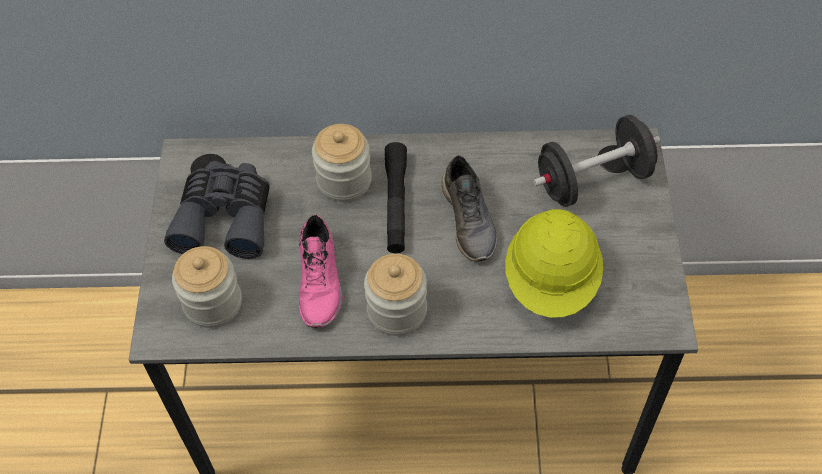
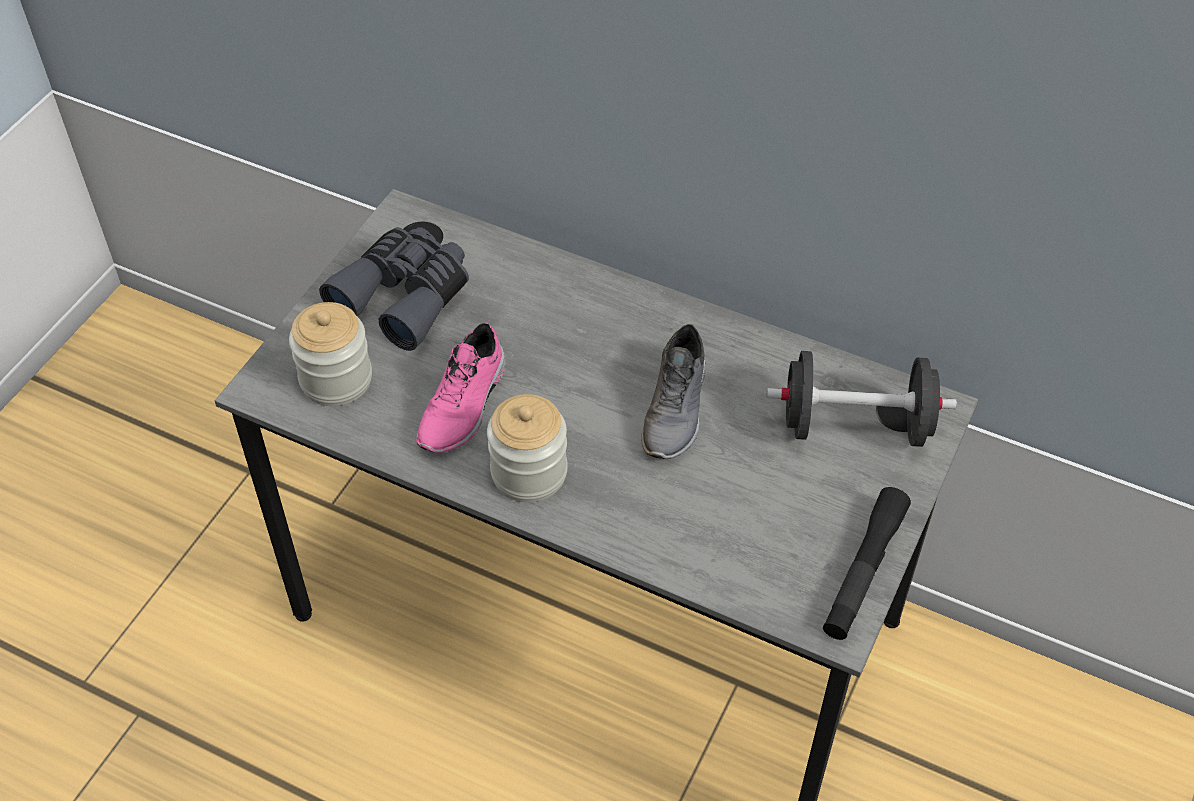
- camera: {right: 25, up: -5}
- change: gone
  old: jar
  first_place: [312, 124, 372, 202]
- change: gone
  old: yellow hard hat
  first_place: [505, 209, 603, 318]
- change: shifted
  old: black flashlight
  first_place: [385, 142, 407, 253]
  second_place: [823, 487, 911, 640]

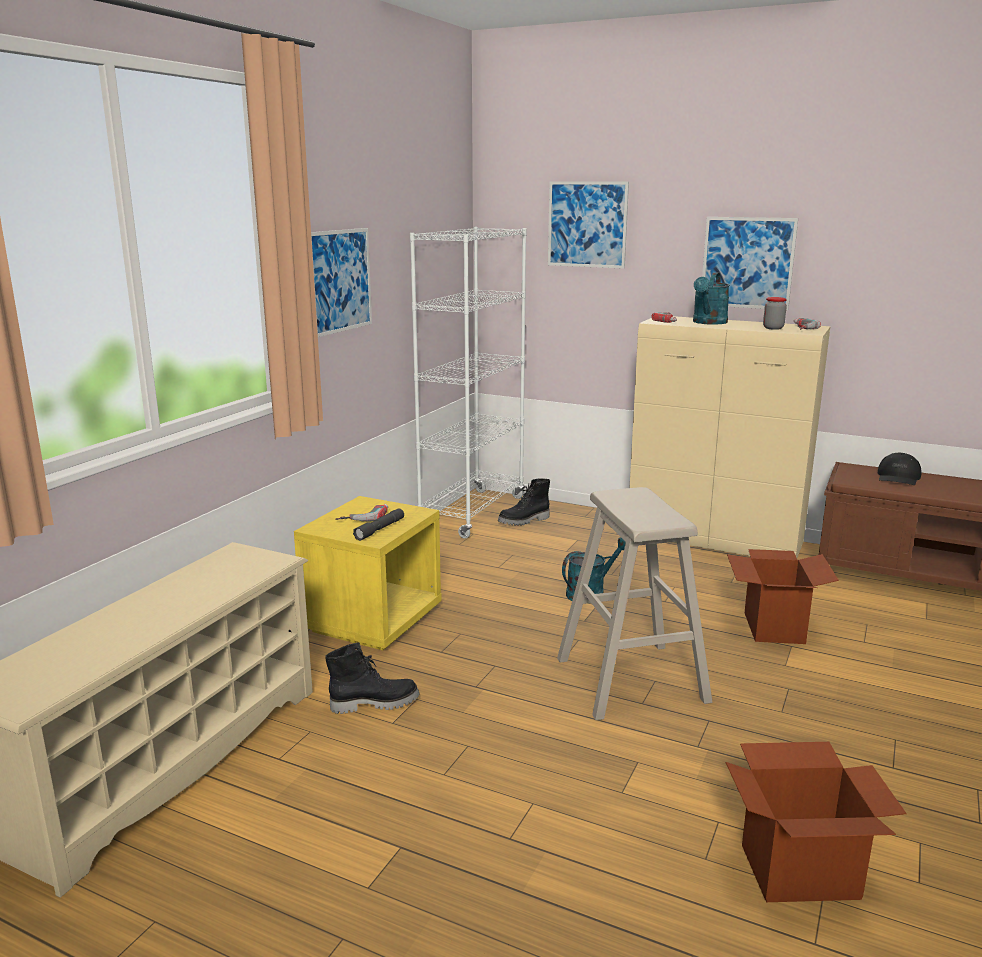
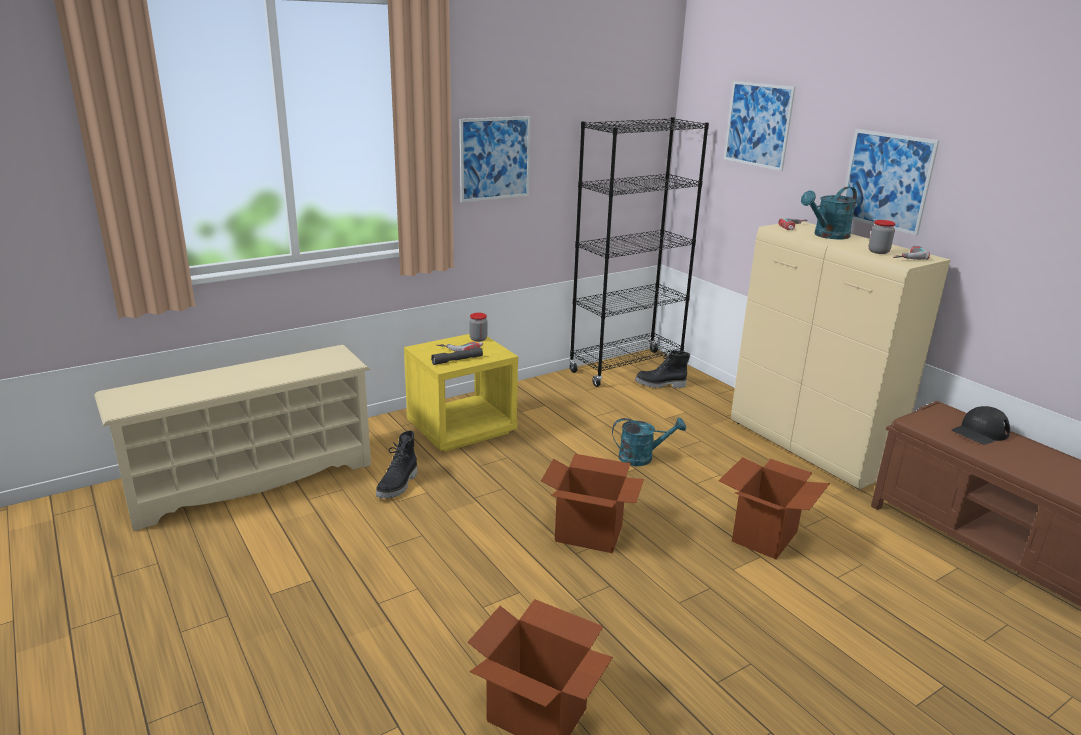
- camera: {right: 30, up: 5}
- change: new
  new: jar
  second_place: [469, 313, 487, 342]
- change: swapped
  old: beige stool
  new: cardboard box
  first_place: [557, 487, 712, 720]
  second_place: [541, 454, 644, 553]
- change: repainted
  old: white bookcase
  new: black bookcase
  first_place: [410, 227, 527, 539]
  second_place: [569, 117, 709, 387]
- change: rotated
  old: black boot
  first_place: [325, 643, 419, 714]
  second_place: [376, 430, 417, 499]
  degrees: 90

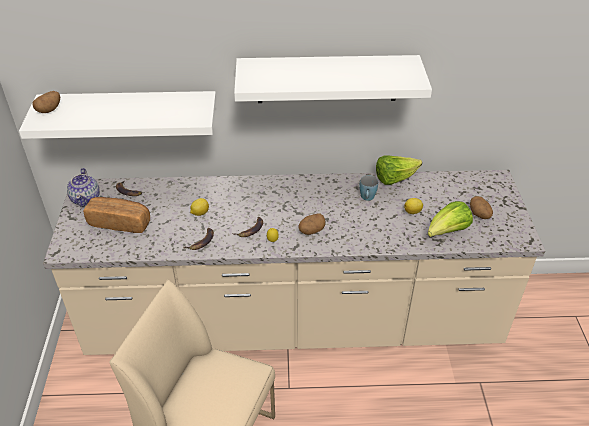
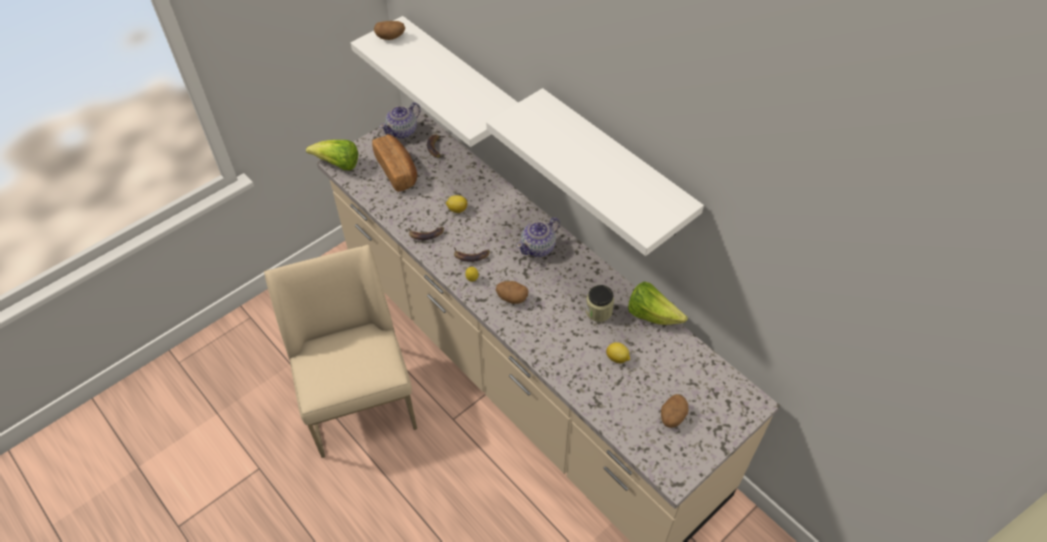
- camera: {right: 50, up: 10}
- change: new
  new: teapot
  second_place: [516, 217, 560, 257]
- change: shifted
  old: lettuce
  first_place: [428, 201, 473, 237]
  second_place: [306, 140, 359, 170]
- change: swapped
  old: blue mug
  new: jar
  first_place: [360, 175, 378, 201]
  second_place: [585, 285, 614, 322]

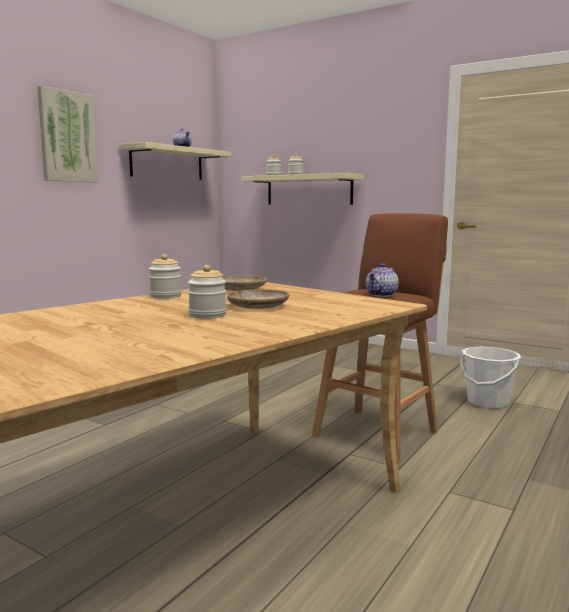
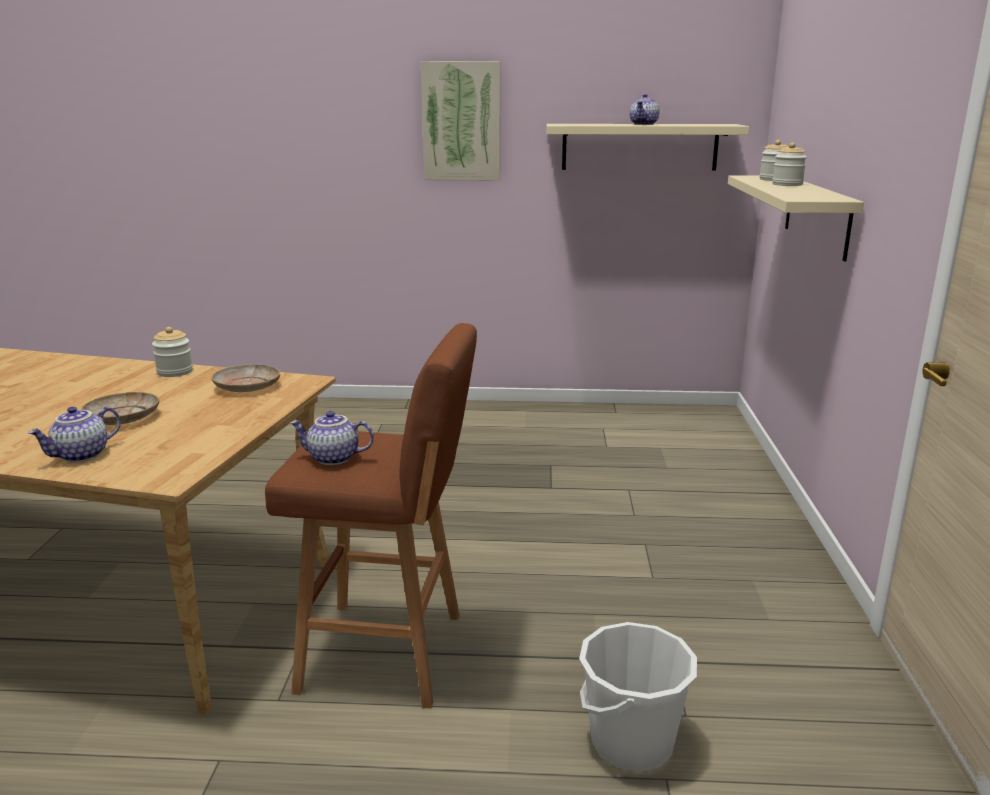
- camera: {right: 60, up: 10}
- change: gone
  old: jar
  first_place: [188, 265, 227, 319]
- change: new
  new: teapot
  second_place: [28, 407, 121, 462]

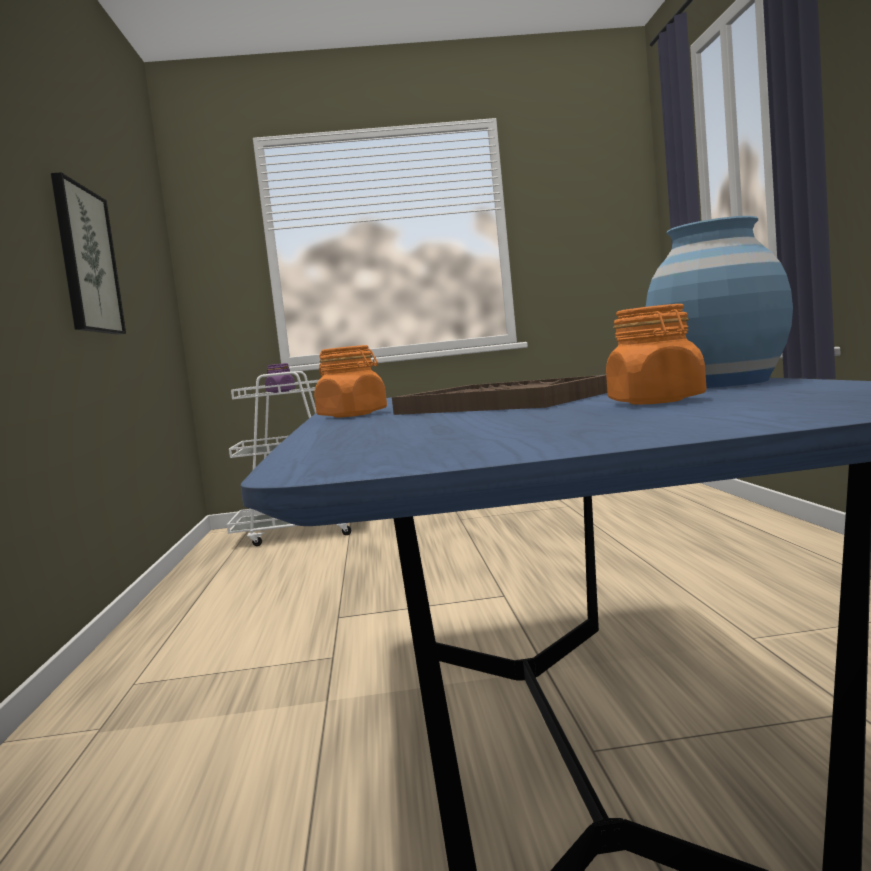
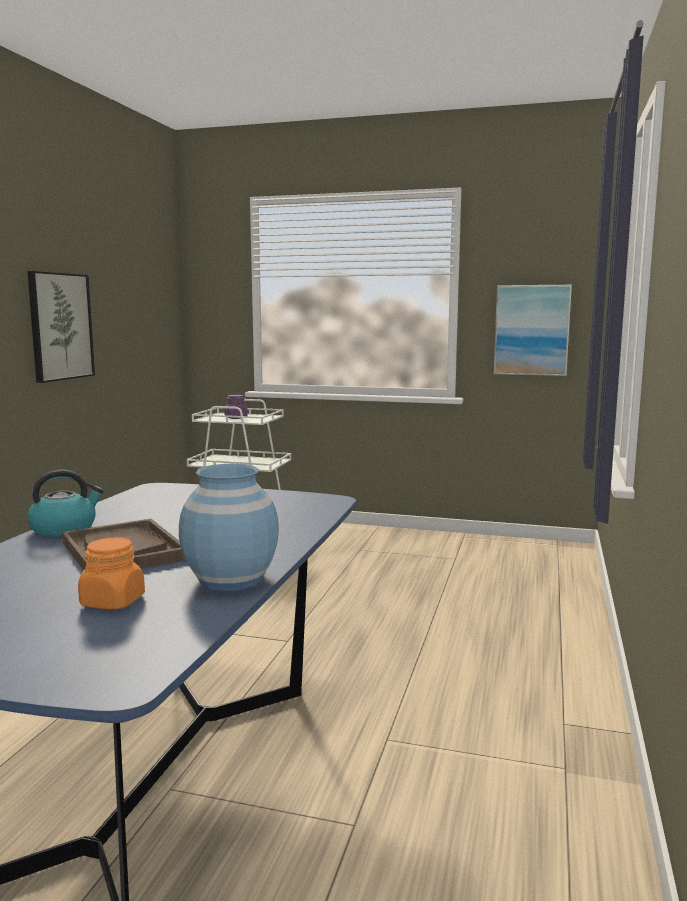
- camera: {right: 20, up: 5}
- change: new
  new: picture
  second_place: [494, 285, 572, 376]
- change: swapped
  old: orange jar
  new: kettle
  first_place: [314, 345, 387, 418]
  second_place: [27, 470, 104, 537]

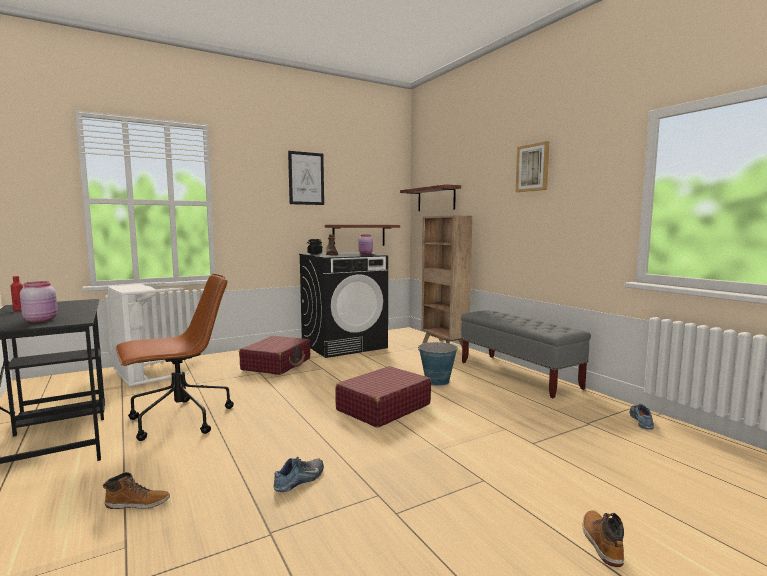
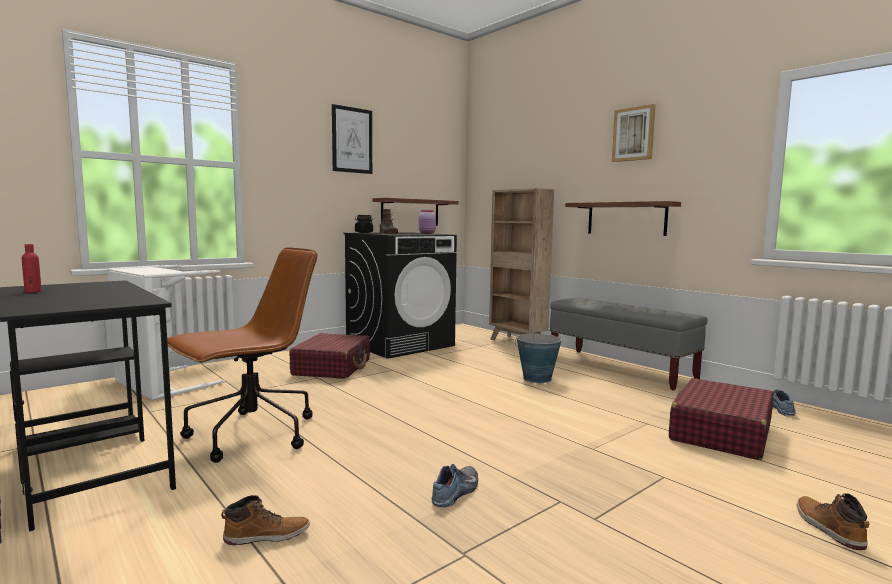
- camera: {right: -10, up: 0}
- change: gone
  old: pink jar
  first_place: [20, 281, 58, 322]
- change: shifted
  old: red suitcase
  first_place: [335, 366, 431, 428]
  second_place: [669, 378, 773, 460]
- change: shifted
  old: shelf
  first_place: [400, 184, 461, 211]
  second_place: [565, 201, 681, 236]

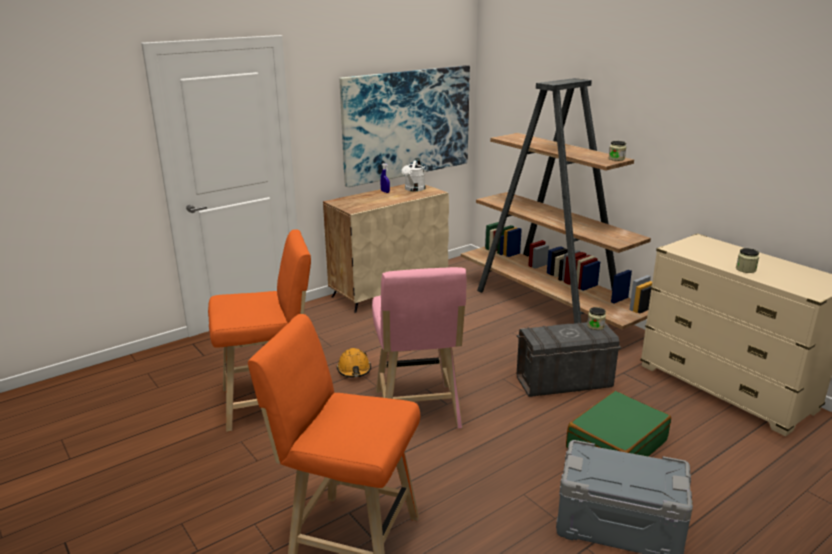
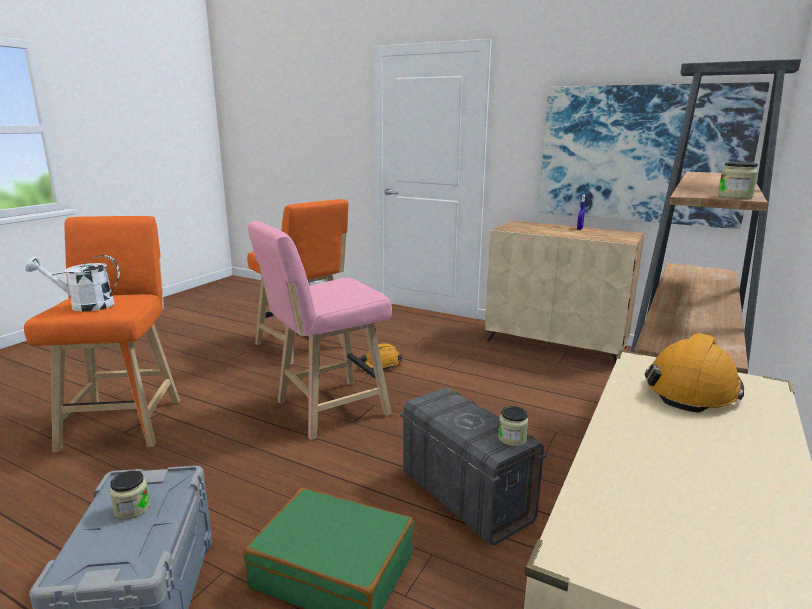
- camera: {right: 65, up: -5}
- change: new
  new: orange hard hat
  second_place: [645, 333, 744, 413]
- change: shifted
  old: white watering can
  first_place: [402, 158, 425, 191]
  second_place: [25, 255, 120, 312]
- change: shifted
  old: jar
  first_place: [736, 248, 759, 273]
  second_place: [110, 471, 150, 520]

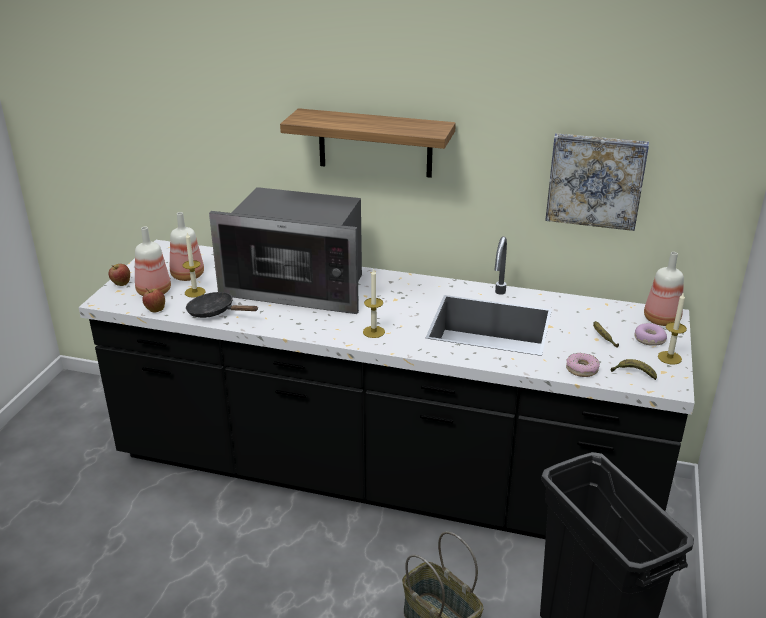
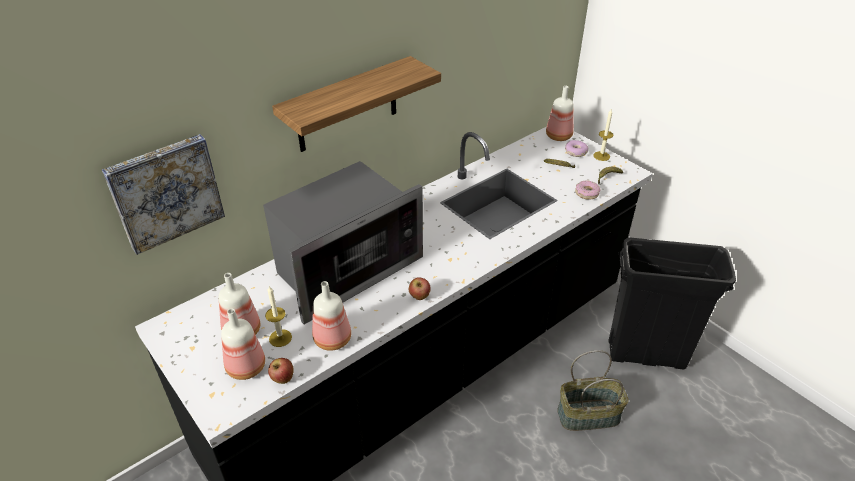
- camera: {right: -55, up: 10}
- change: gone
  old: candle
  first_place: [363, 268, 385, 338]
- change: shifted
  old: apple
  first_place: [109, 264, 130, 286]
  second_place: [409, 277, 431, 300]
- change: shifted
  old: picture
  first_place: [545, 133, 649, 231]
  second_place: [102, 134, 225, 255]
- change: swapped
  old: black frying pan
  new: bottle
  first_place: [186, 292, 258, 318]
  second_place: [312, 281, 351, 351]

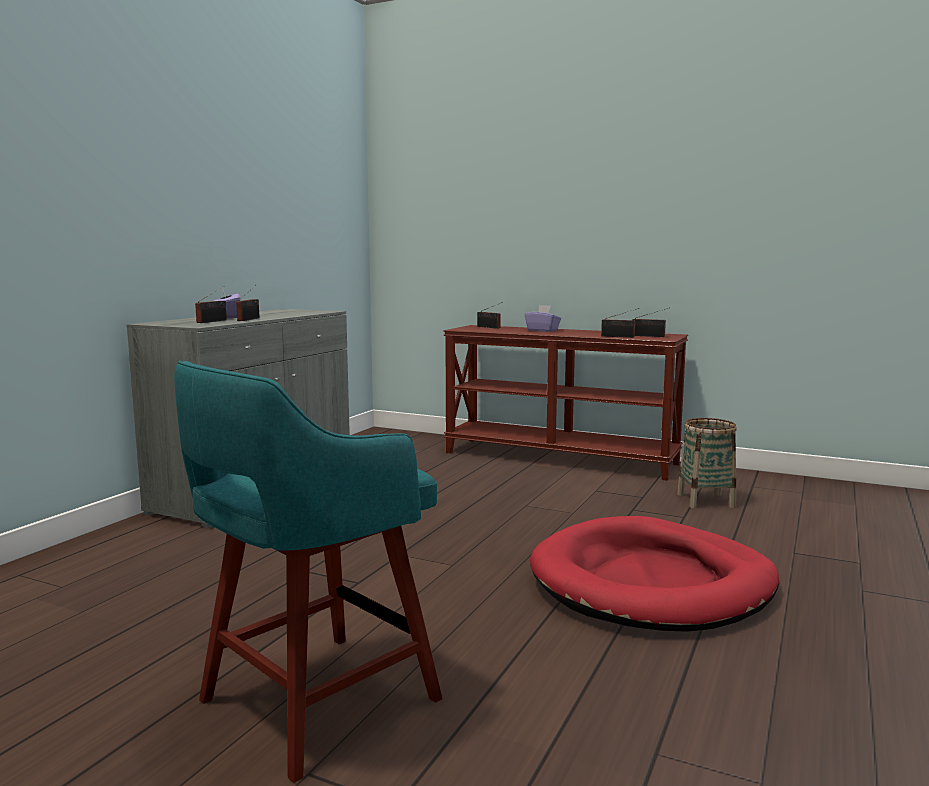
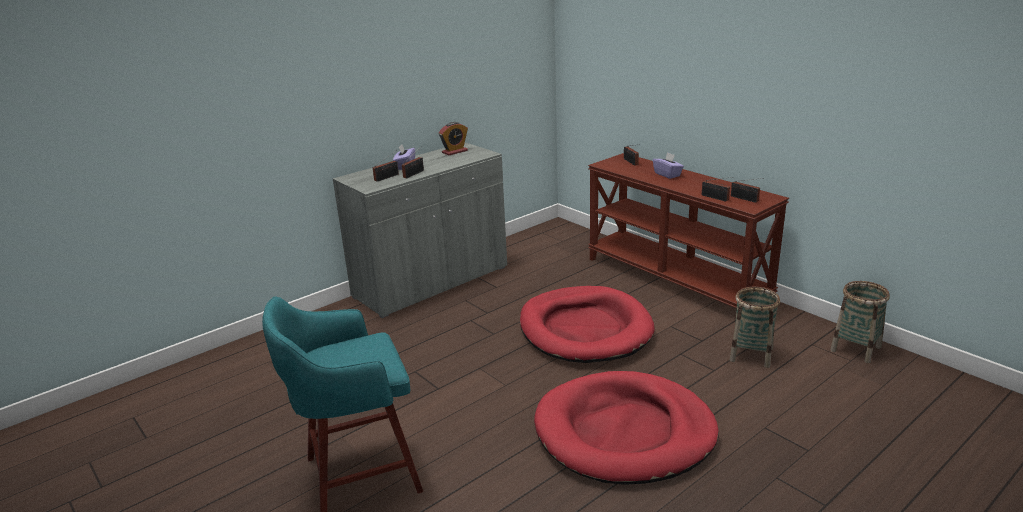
- camera: {right: 25, up: 15}
- change: new
  new: alarm clock
  second_place: [439, 122, 468, 155]
- change: new
  new: red dog bed
  second_place: [520, 286, 655, 363]
- change: new
  new: basket
  second_place: [830, 281, 890, 363]

